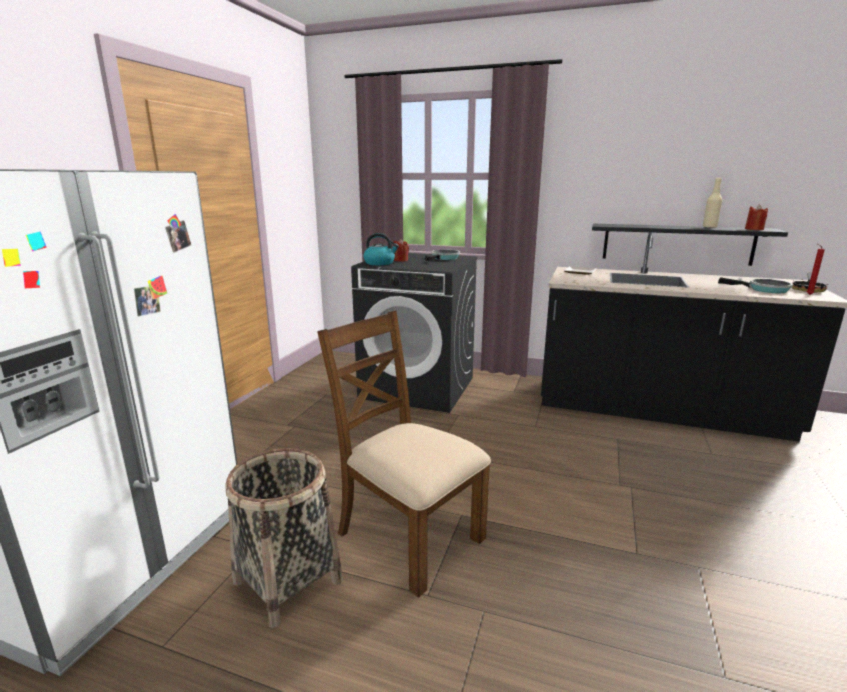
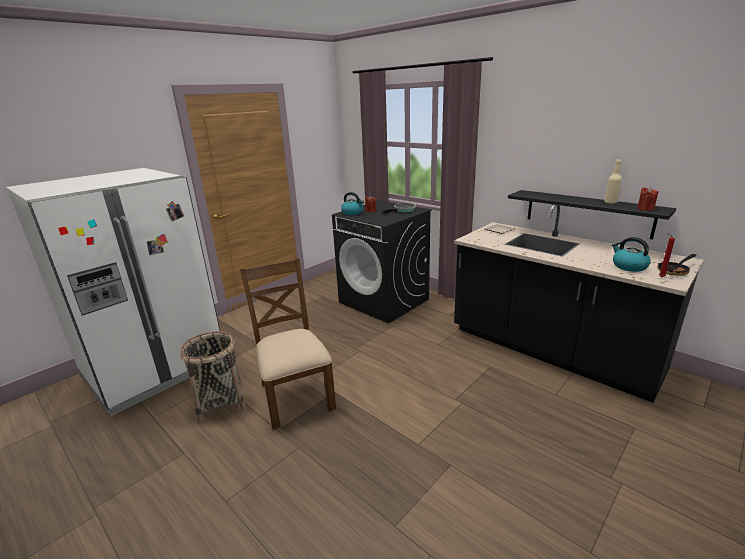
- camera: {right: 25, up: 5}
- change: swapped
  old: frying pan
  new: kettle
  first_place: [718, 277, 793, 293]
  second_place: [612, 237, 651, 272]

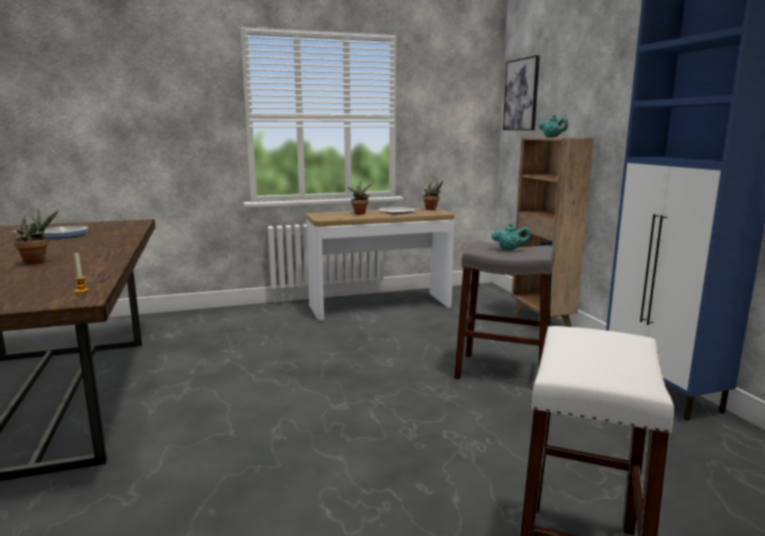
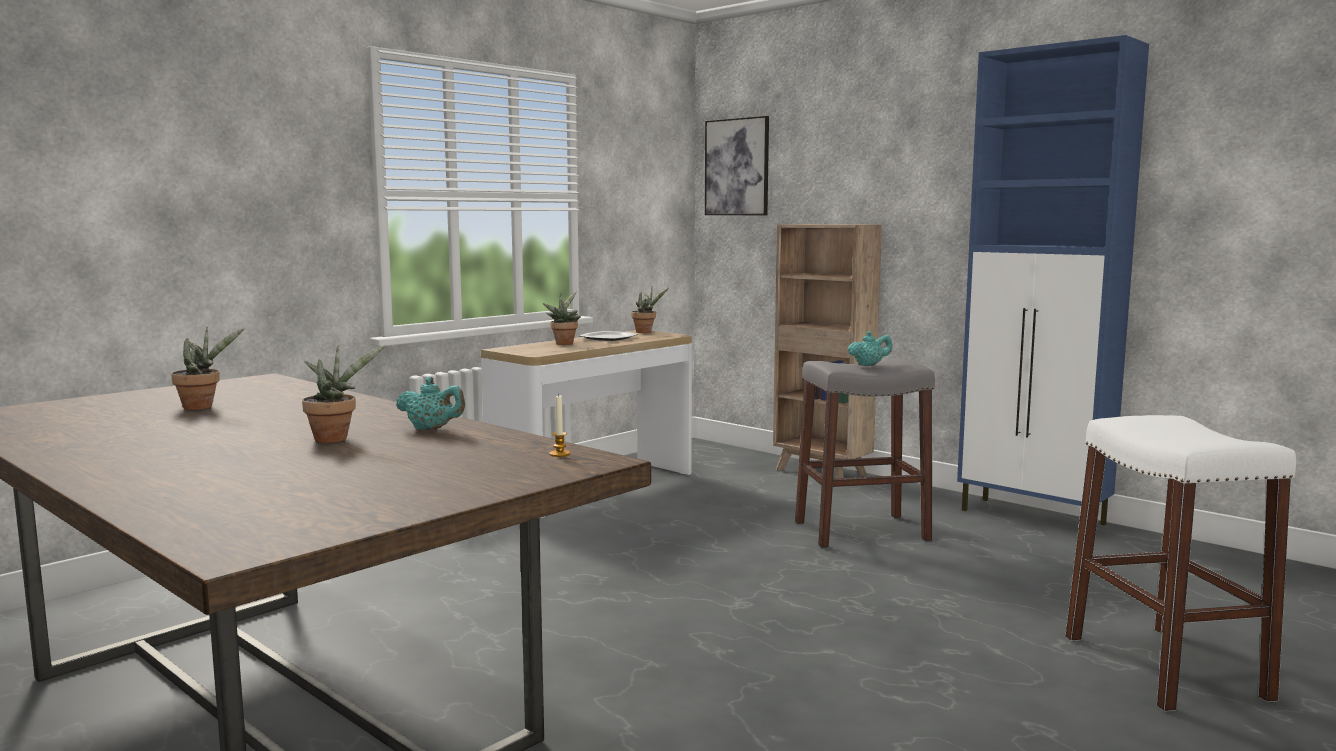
- camera: {right: -30, up: -5}
- change: shifted
  old: turquoise teapot
  first_place: [539, 115, 568, 137]
  second_place: [396, 377, 465, 430]
- change: swapped
  old: frying pan
  new: potted plant
  first_place: [12, 225, 88, 239]
  second_place: [171, 327, 245, 410]

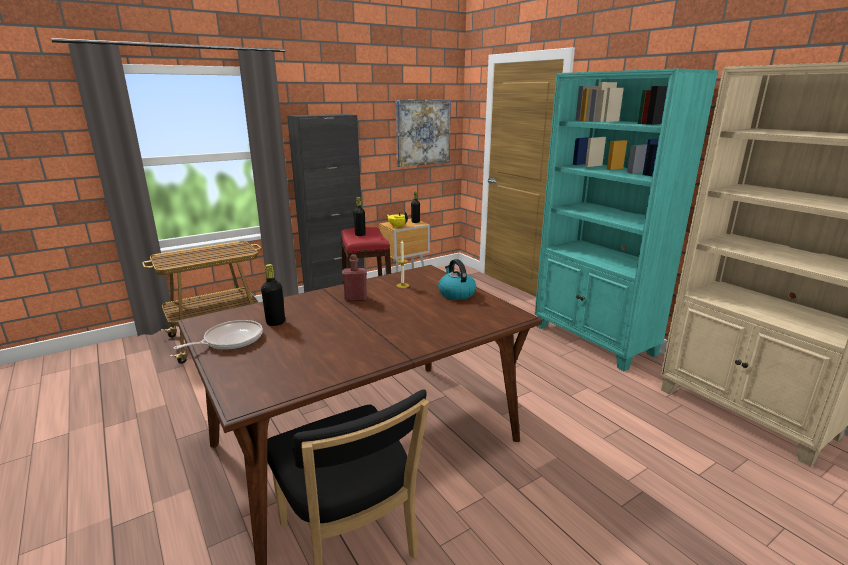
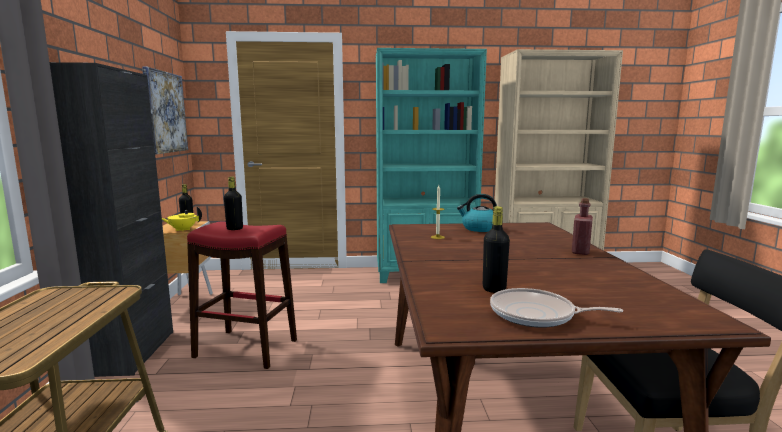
- camera: {right: -60, up: -10}
- change: shifted
  old: red bottle
  first_place: [342, 254, 367, 301]
  second_place: [572, 198, 593, 255]
- change: rotated
  old: frying pan
  first_place: [173, 320, 263, 350]
  second_place: [490, 288, 623, 328]
  degrees: -60

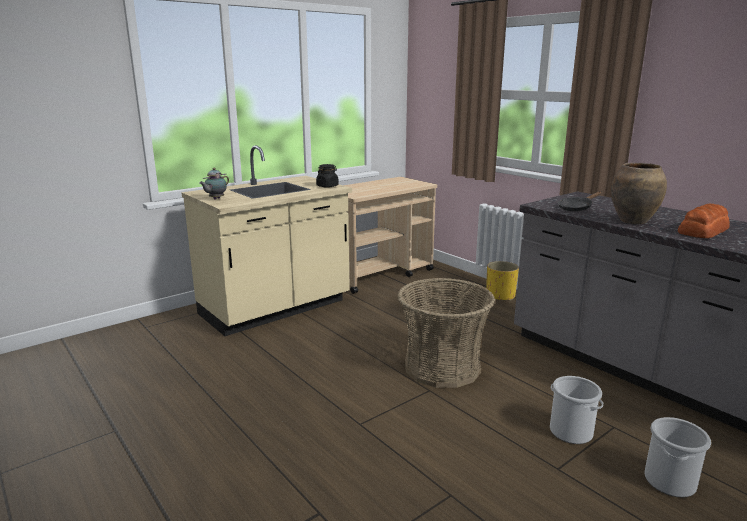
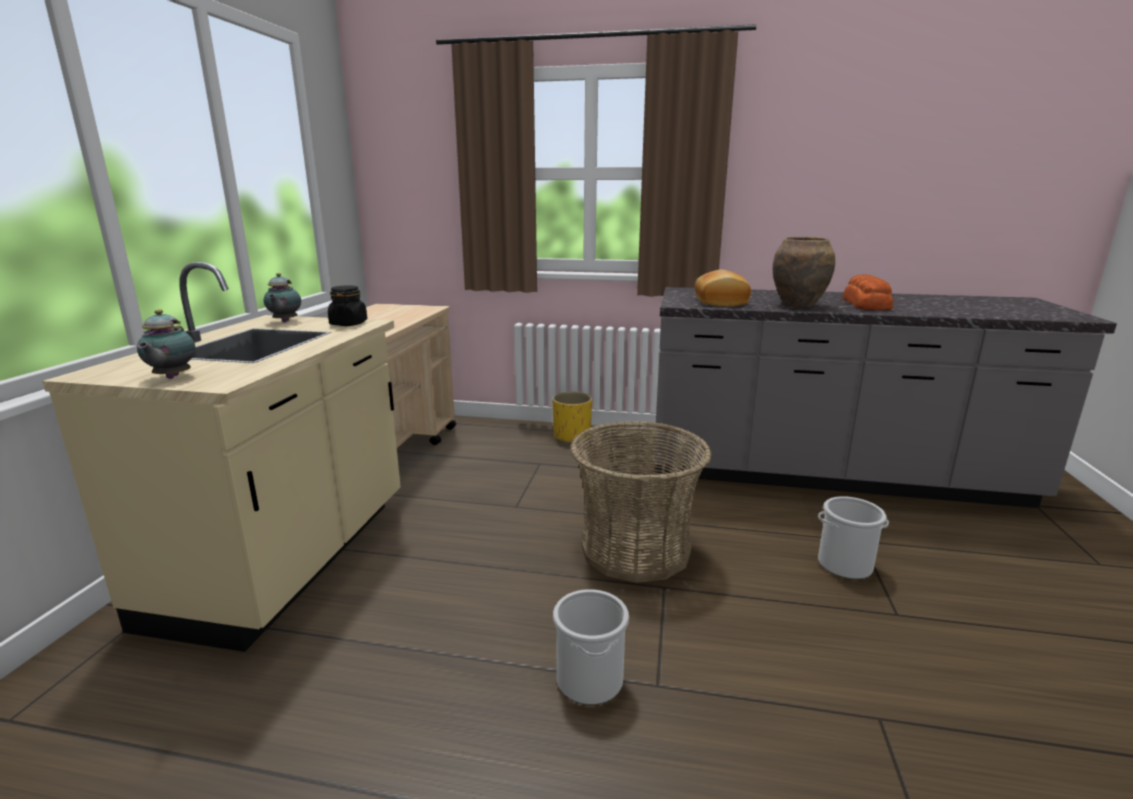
- camera: {right: -40, up: 0}
- change: new
  new: teapot
  second_place: [264, 273, 301, 322]
- change: shifted
  old: bucket
  first_place: [644, 417, 711, 497]
  second_place: [553, 589, 629, 705]
- change: swapped
  old: black frying pan
  new: bread
  first_place: [558, 191, 602, 211]
  second_place: [695, 270, 751, 307]

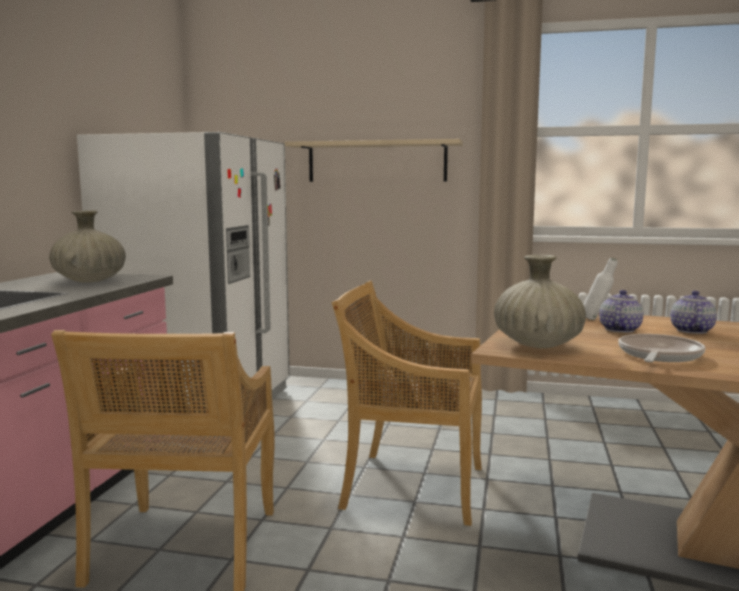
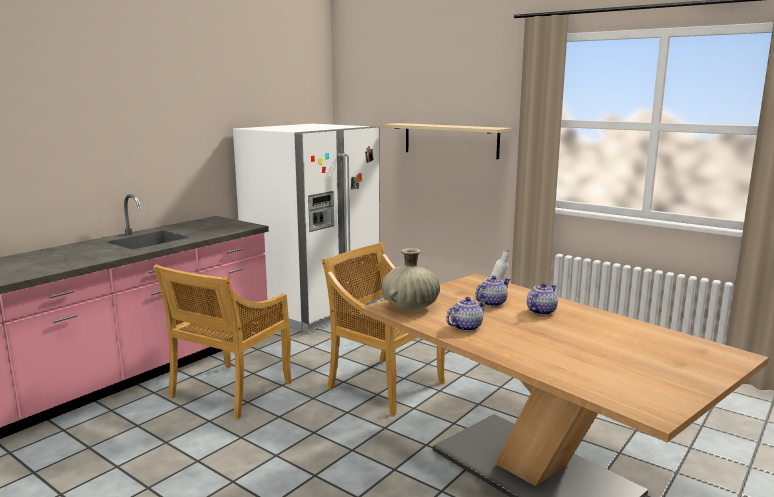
- camera: {right: 25, up: 5}
- change: gone
  old: beige vase
  first_place: [49, 210, 126, 282]
- change: swapped
  old: frying pan
  new: teapot
  first_place: [618, 334, 705, 362]
  second_place: [446, 297, 487, 331]

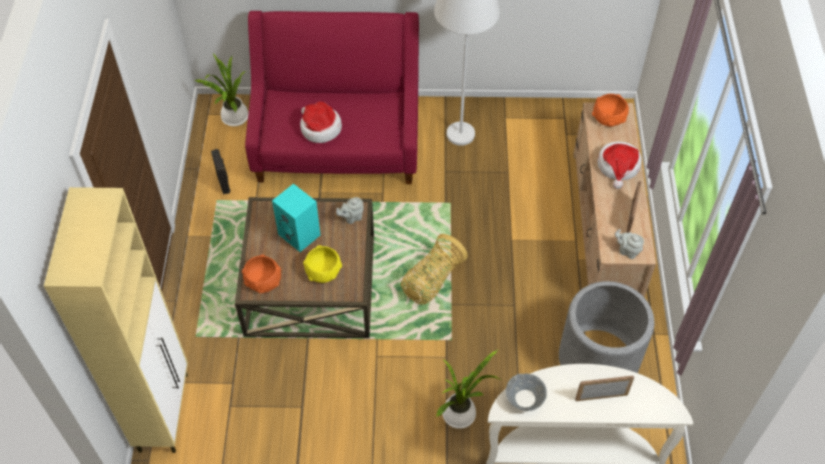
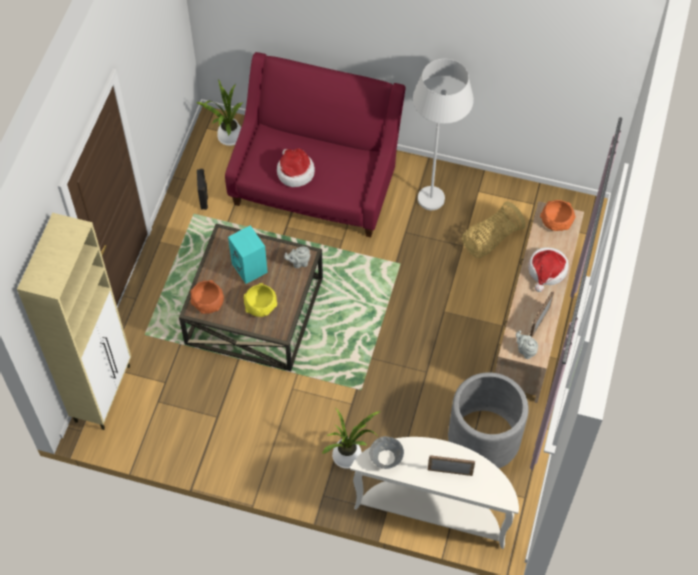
- camera: {right: 15, up: 5}
- change: shifted
  old: basket
  first_place: [401, 234, 468, 305]
  second_place: [462, 201, 526, 258]

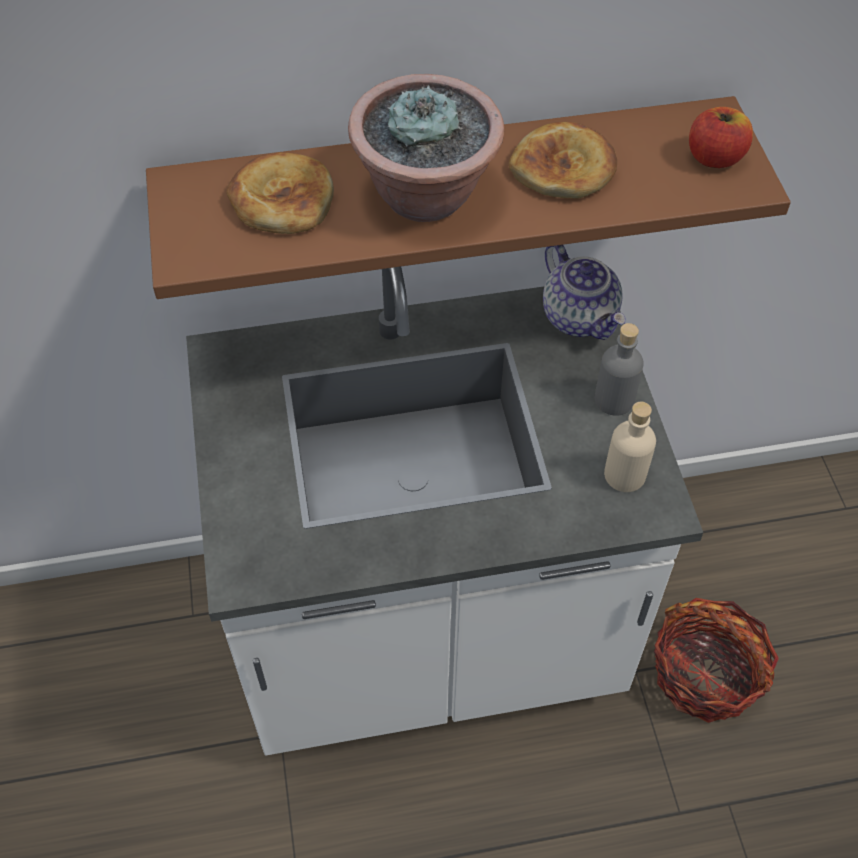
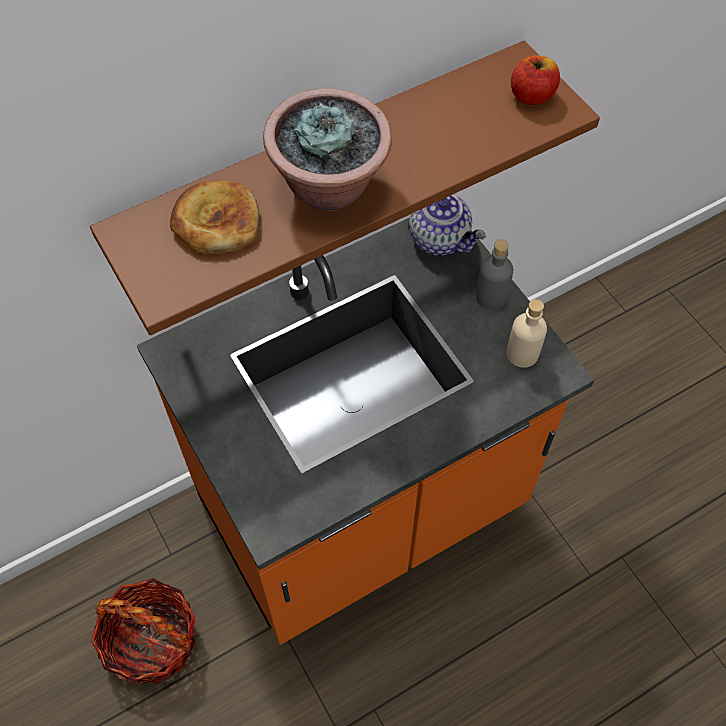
- camera: {right: -20, up: 5}
- change: gone
  old: bread
  first_place: [508, 122, 617, 199]
- change: shifted
  old: basket
  first_place: [654, 598, 779, 723]
  second_place: [91, 578, 196, 684]
- change: repainted
  old: white counter
  new: orange counter
  first_place: [186, 267, 703, 755]
  second_place: [137, 218, 594, 645]

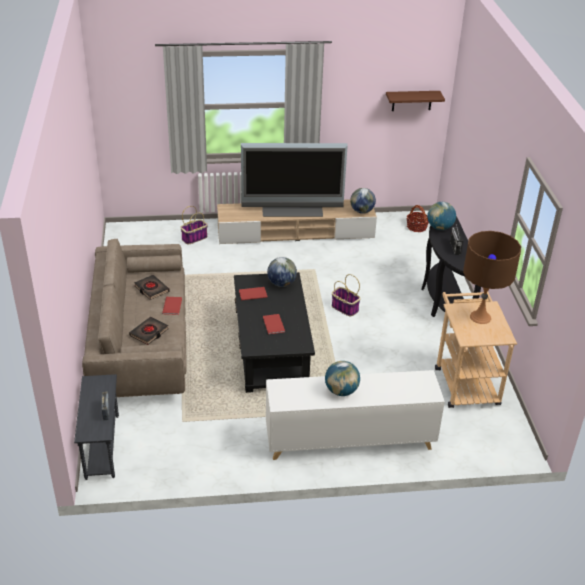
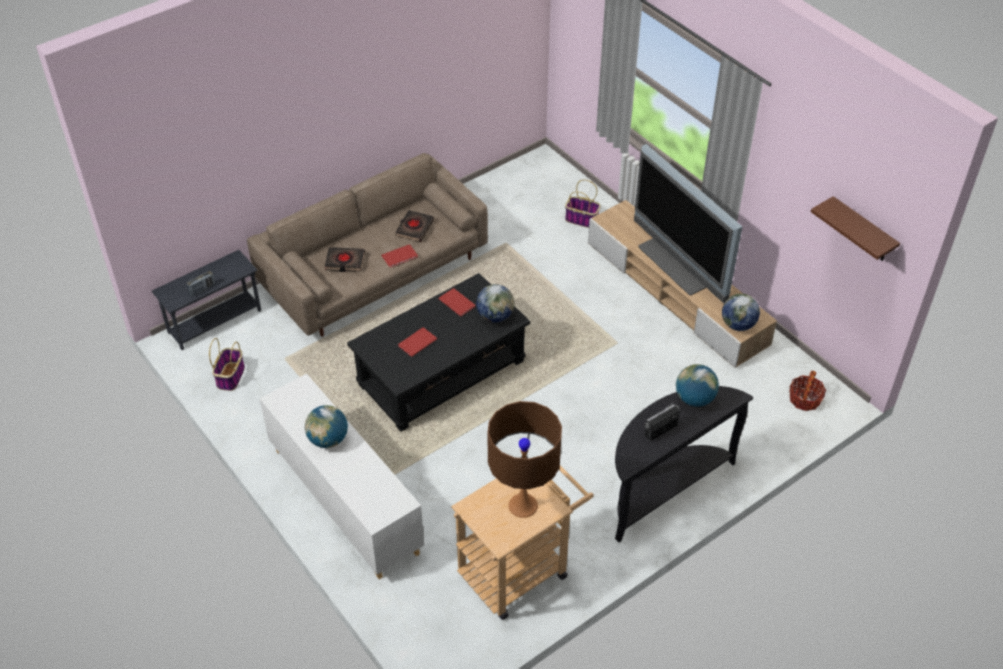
- camera: {right: 60, up: 10}
- change: shifted
  old: basket
  first_place: [332, 274, 361, 316]
  second_place: [209, 338, 245, 391]

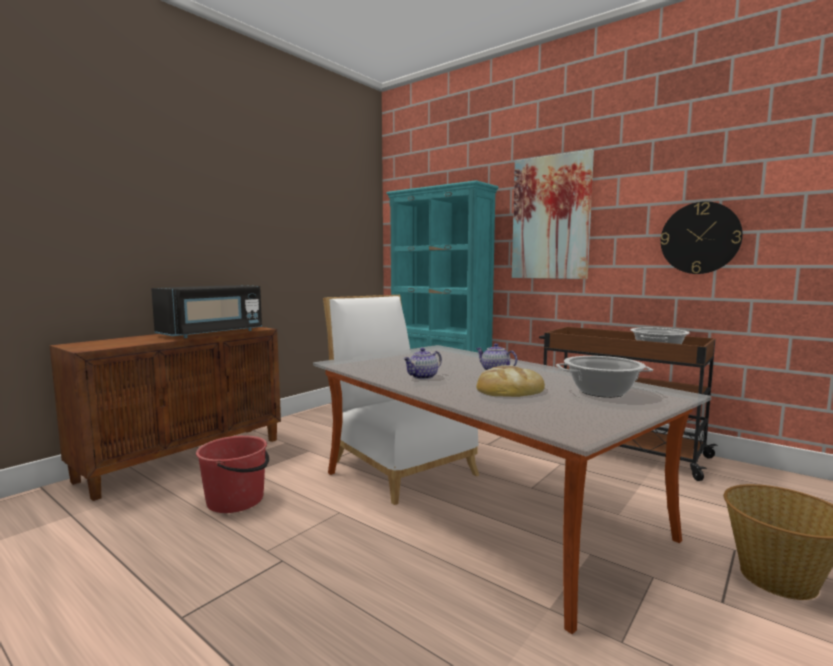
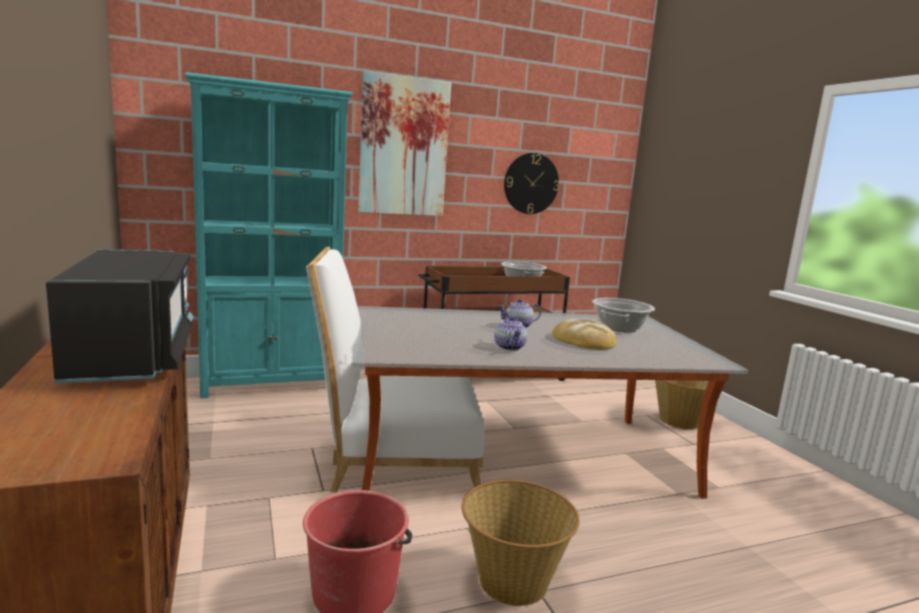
- camera: {right: -60, up: 5}
- change: new
  new: basket
  second_place: [462, 480, 580, 606]

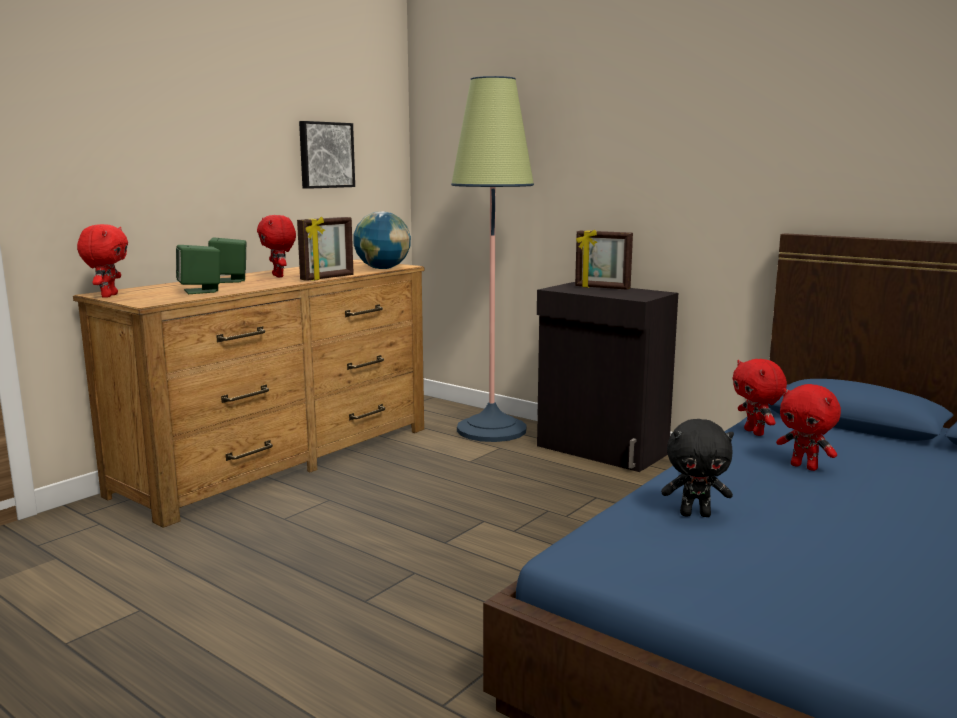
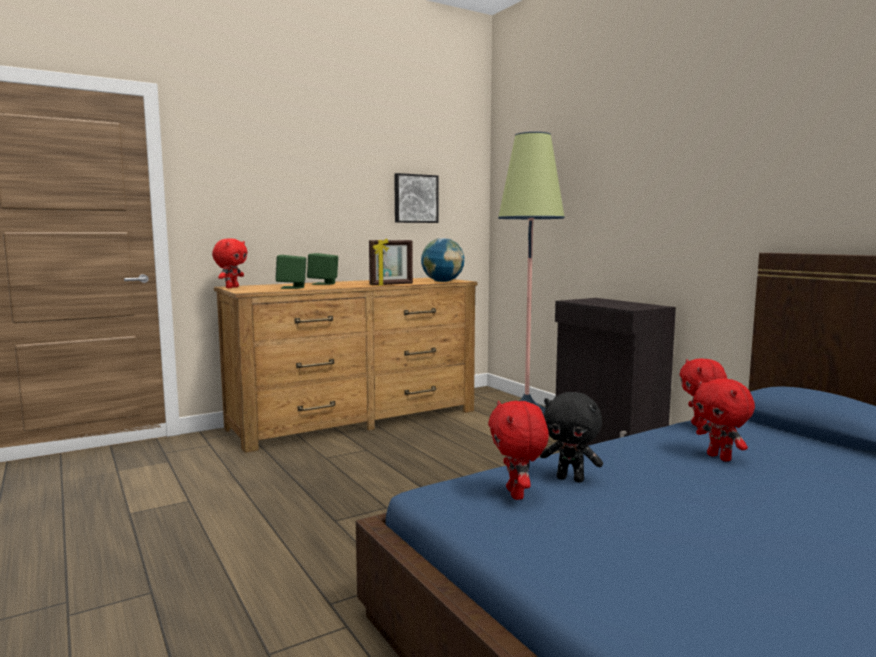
- camera: {right: 20, up: -5}
- change: gone
  old: picture frame
  first_place: [575, 230, 633, 290]
- change: shifted
  old: red plush toy
  first_place: [257, 215, 296, 277]
  second_place: [488, 401, 549, 500]

